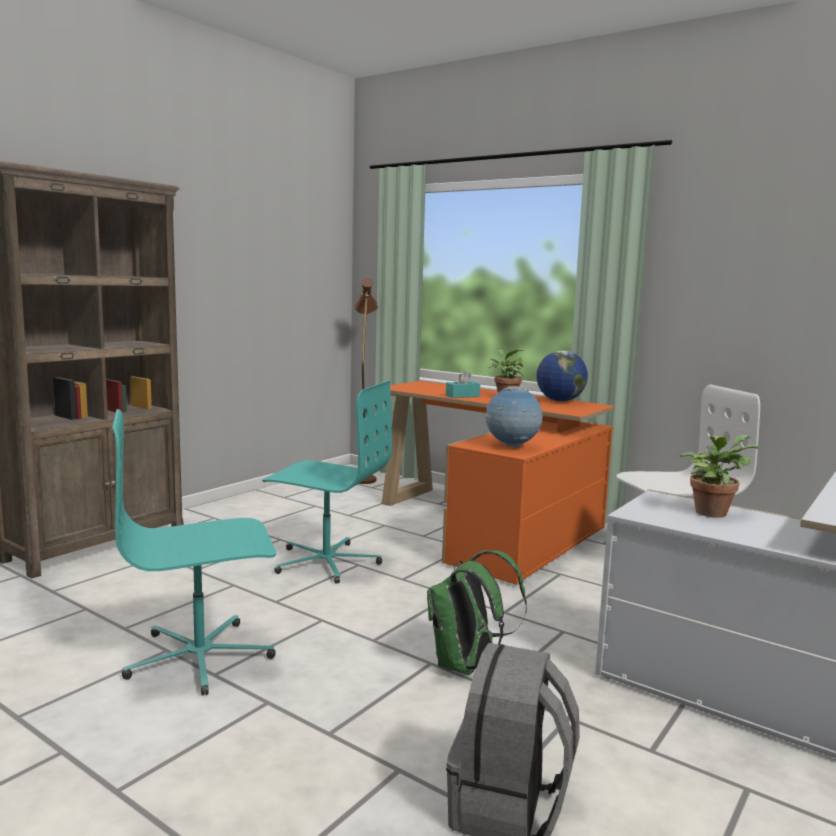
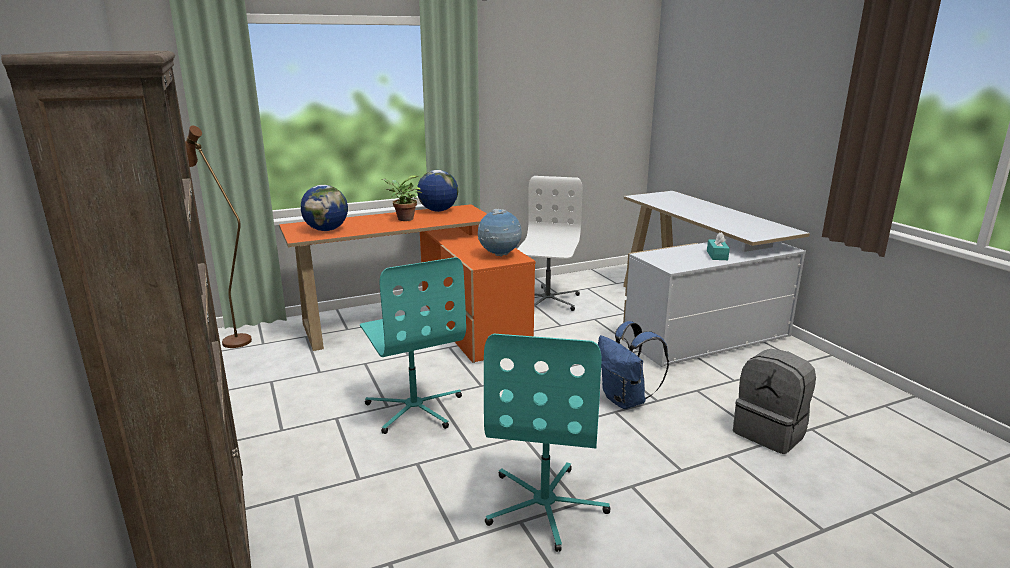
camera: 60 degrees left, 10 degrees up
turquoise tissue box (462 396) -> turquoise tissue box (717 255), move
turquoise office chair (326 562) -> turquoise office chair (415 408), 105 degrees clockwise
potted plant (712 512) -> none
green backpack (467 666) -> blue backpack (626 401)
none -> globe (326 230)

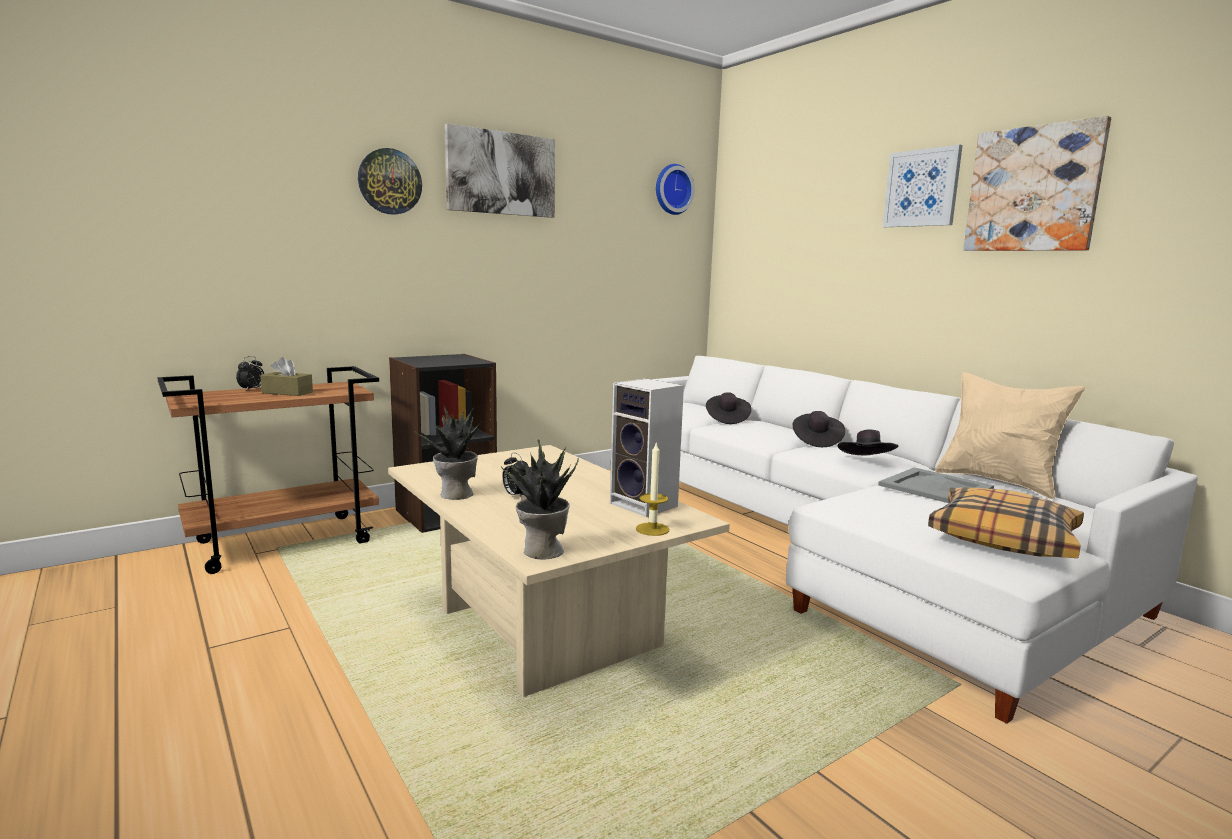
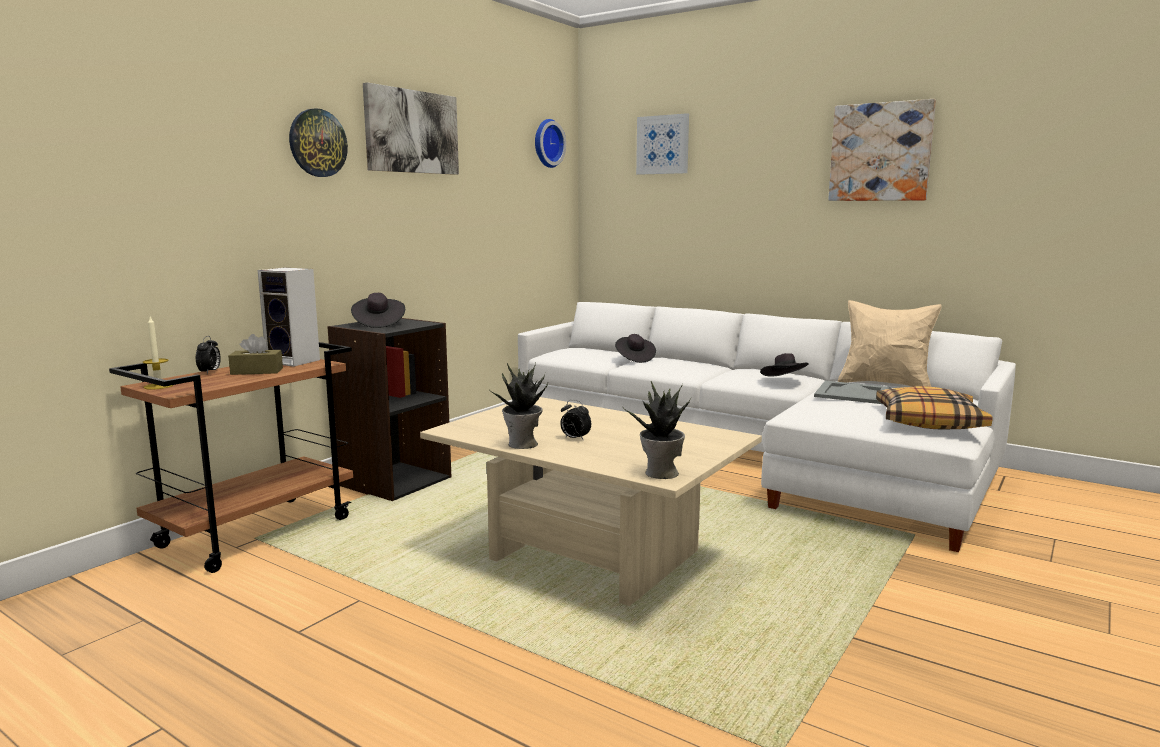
camera: 20 degrees left, 0 degrees up
picture (922 188) -> picture (663 145), move
speaker (646 505) -> speaker (295 361), move
black hat (816 441) -> black hat (378 324), move
candle (652 529) -> candle (158 386), move

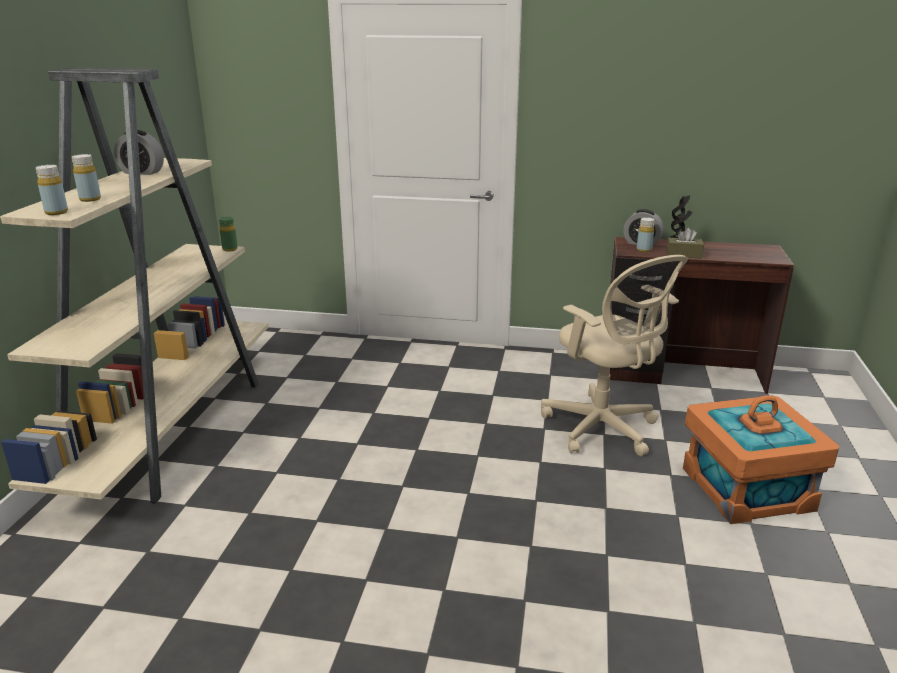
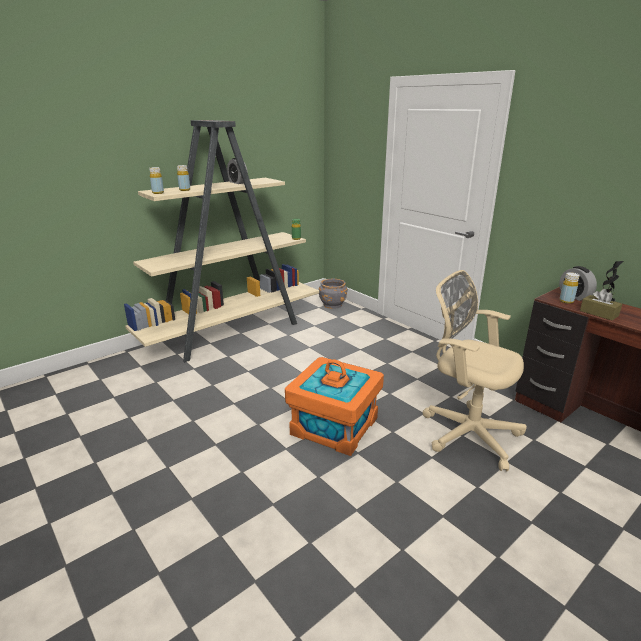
camera: 40 degrees right, 0 degrees up
beige office chair (603 429) -> beige office chair (466 432), 120 degrees clockwise
orange storage box (747 489) -> orange storage box (334 426), move
none -> grey planter (333 305)

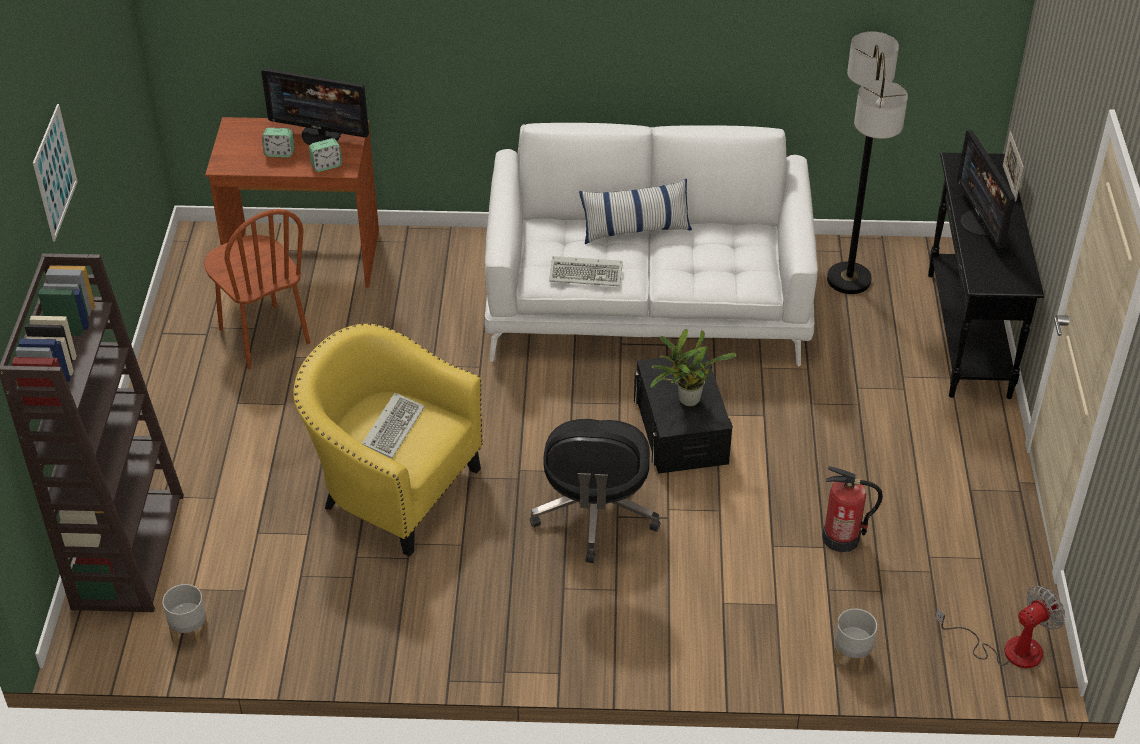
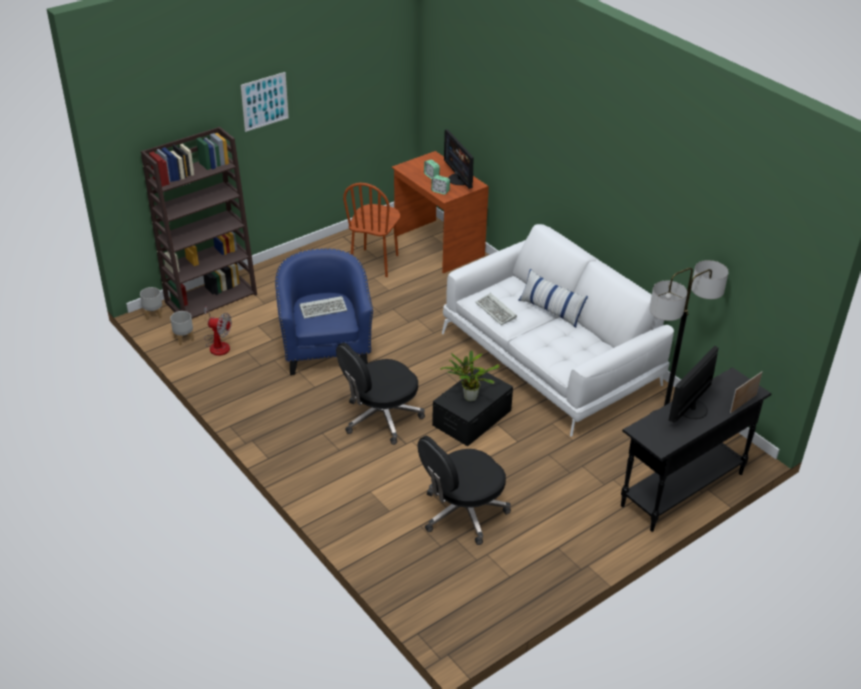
camera: 50 degrees right, 5 degrees down
yellow armchair (392 489) -> blue armchair (325 348)
fire extinguisher (842 538) -> black office chair (462 513)
fan (1008 649) -> fan (218 344), move
grey planter (850 657) -> grey planter (153 314), move

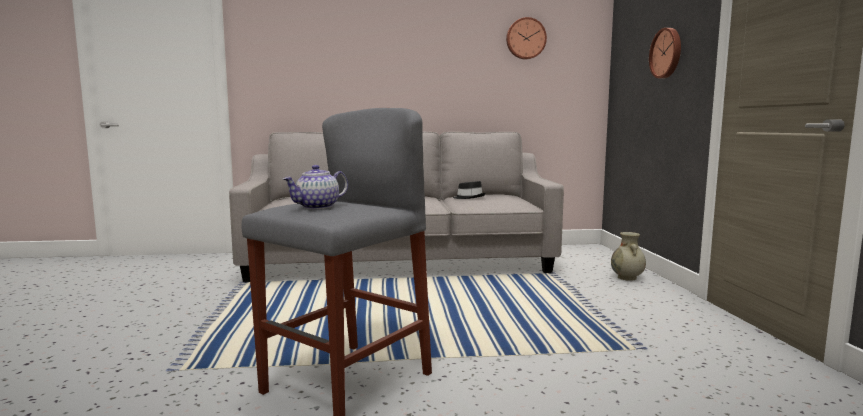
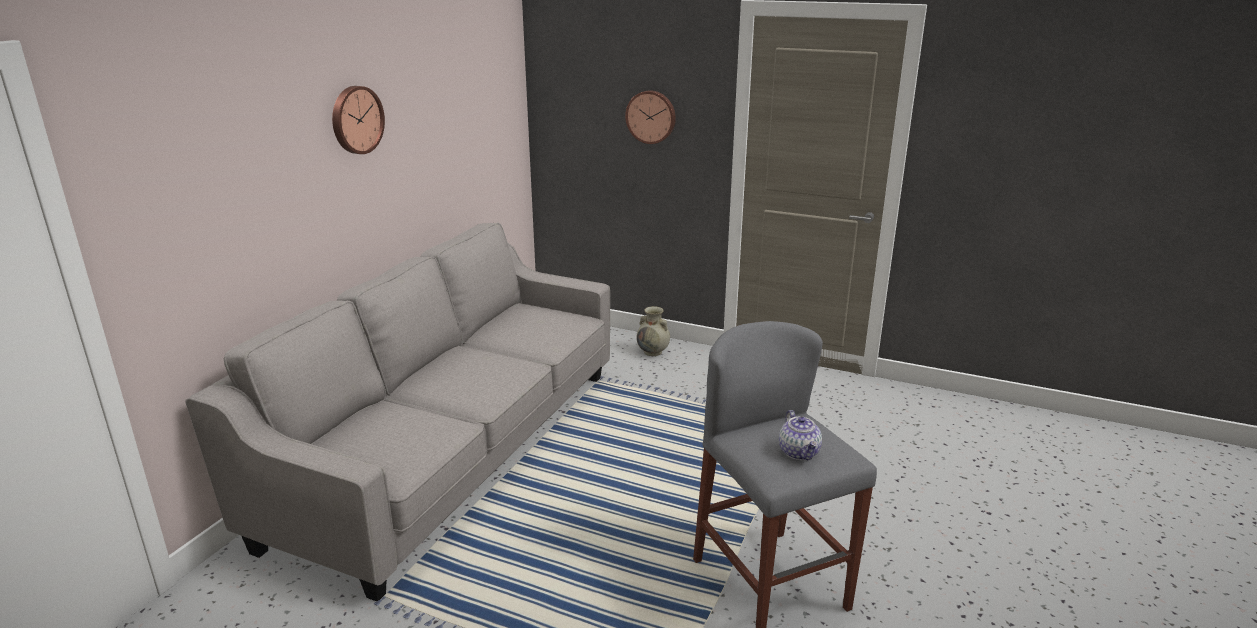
camera: 60 degrees left, 15 degrees up
wall clock (525 38) -> wall clock (356 120), move
black hat (469 197) -> none

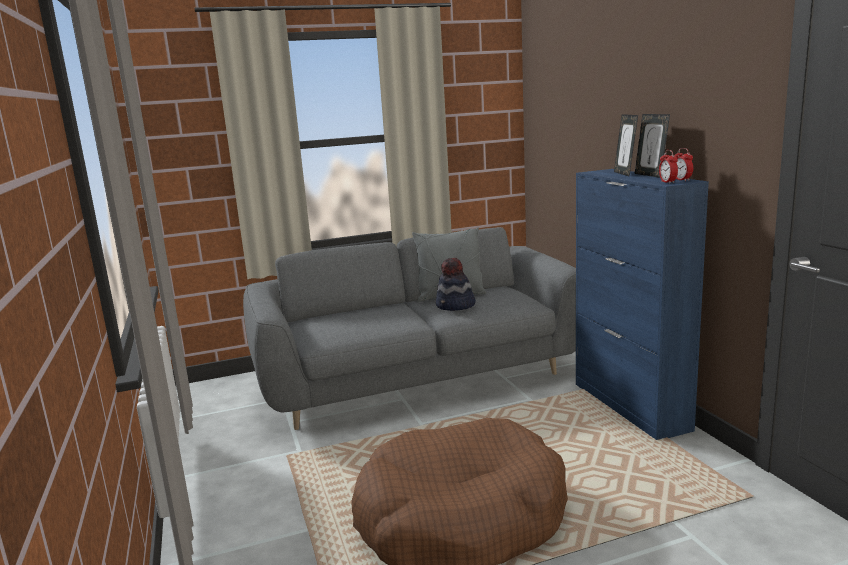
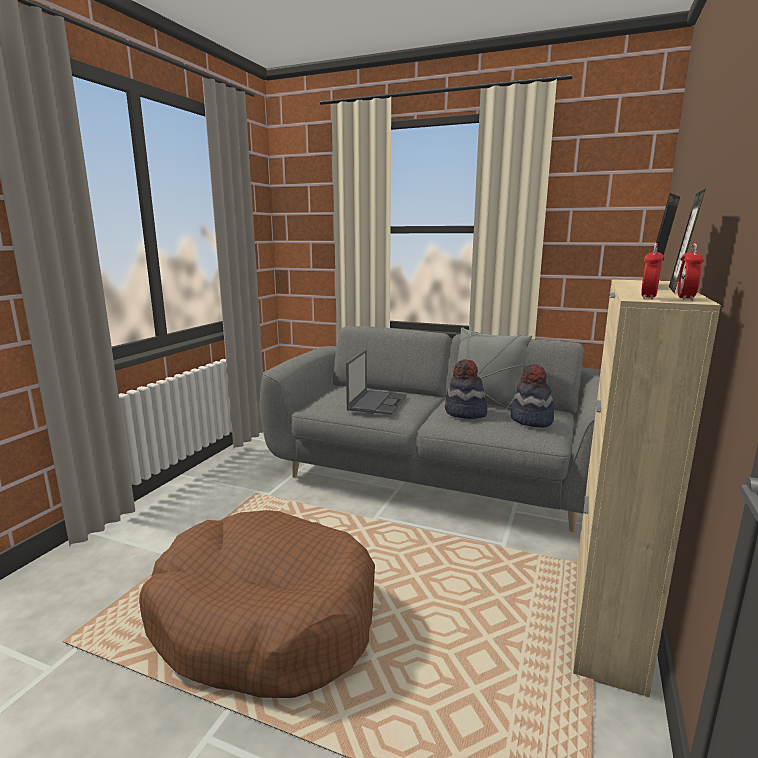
camera: 40 degrees right, 0 degrees up
blue cabinet (630 406) -> beige cabinet (606 613)
none -> laptop (377 402)
none -> hat (531 420)

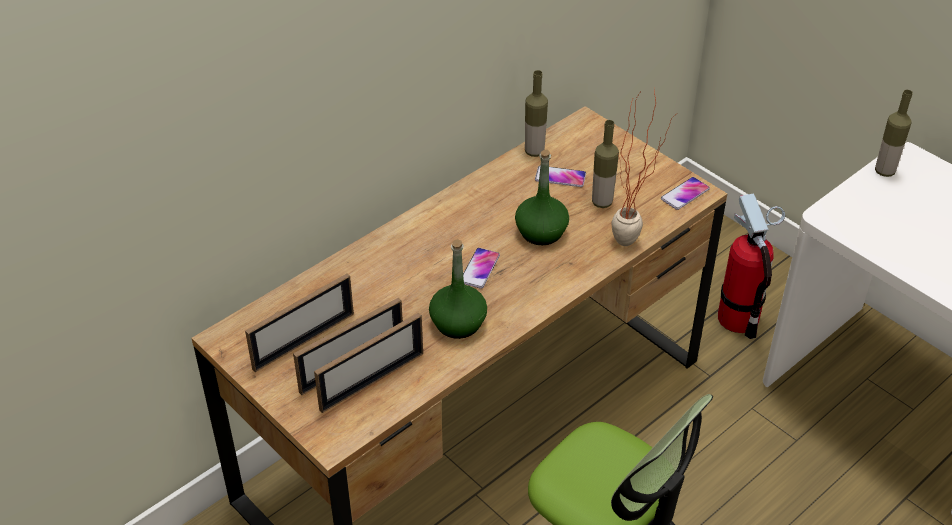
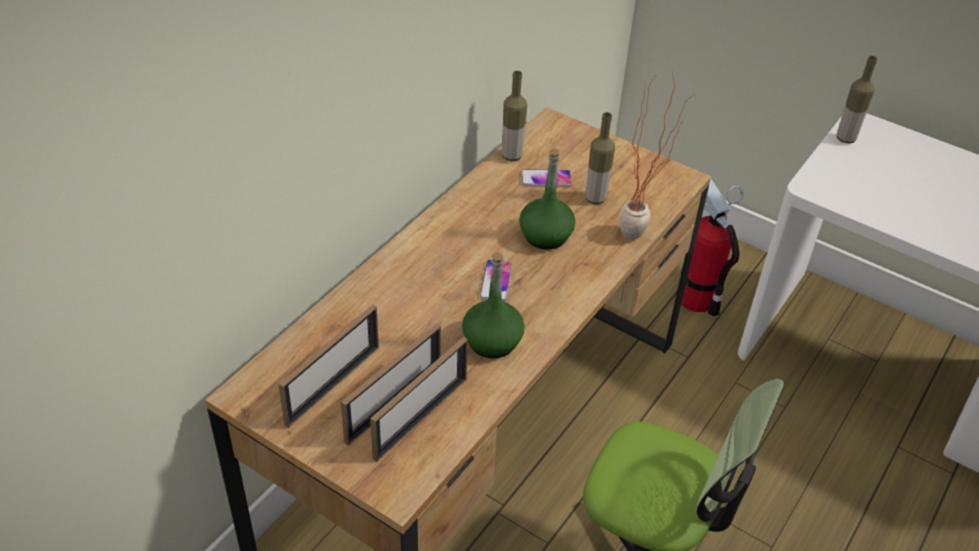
camera: 15 degrees left, 0 degrees up
phone (685 194) -> none

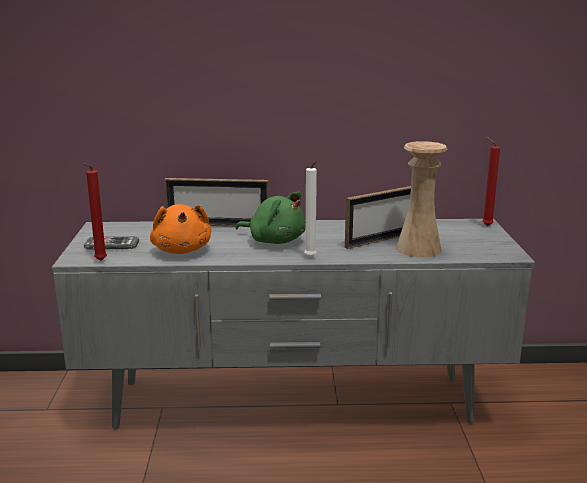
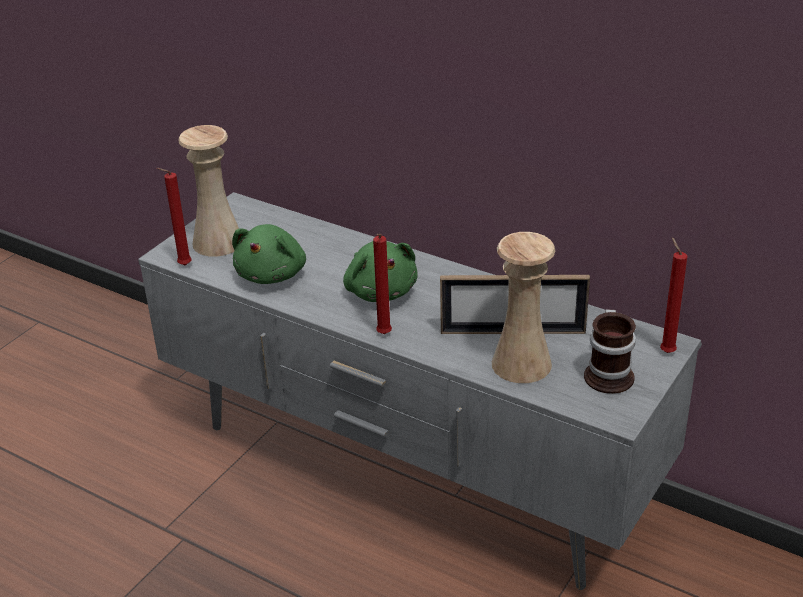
camera: 35 degrees right, 15 degrees up
white candle (311 258) -> red candle (383 335)
picture frame (218 225) -> none
orange plush toy (182 250) -> green plush toy (273 274)
phone (112 245) -> beige vase (218 242)
none -> mug (611 374)

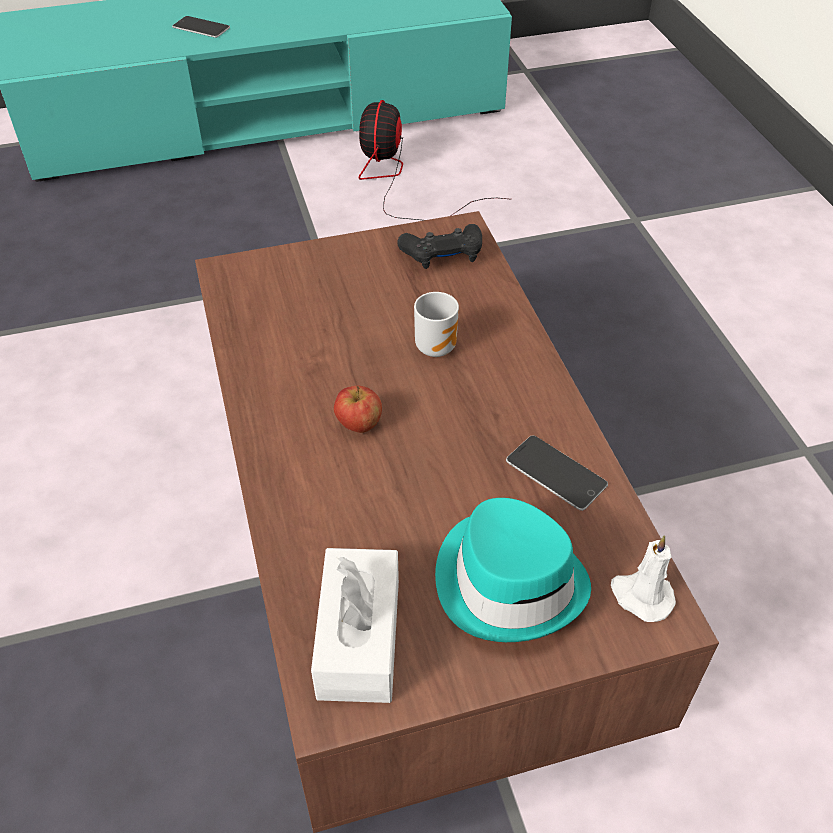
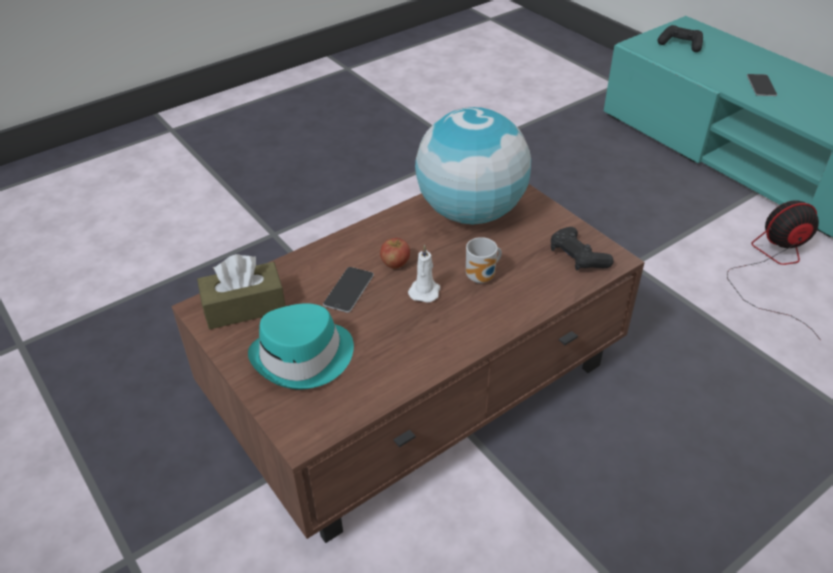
camera: 70 degrees right, 5 degrees down
phone (556 472) -> phone (349 289), move
white candle (640 596) -> white candle (425 291), move
white tissue box (359 638) -> brown tissue box (244 307)
none -> black game controller (680 44)
none -> globe (471 212)

